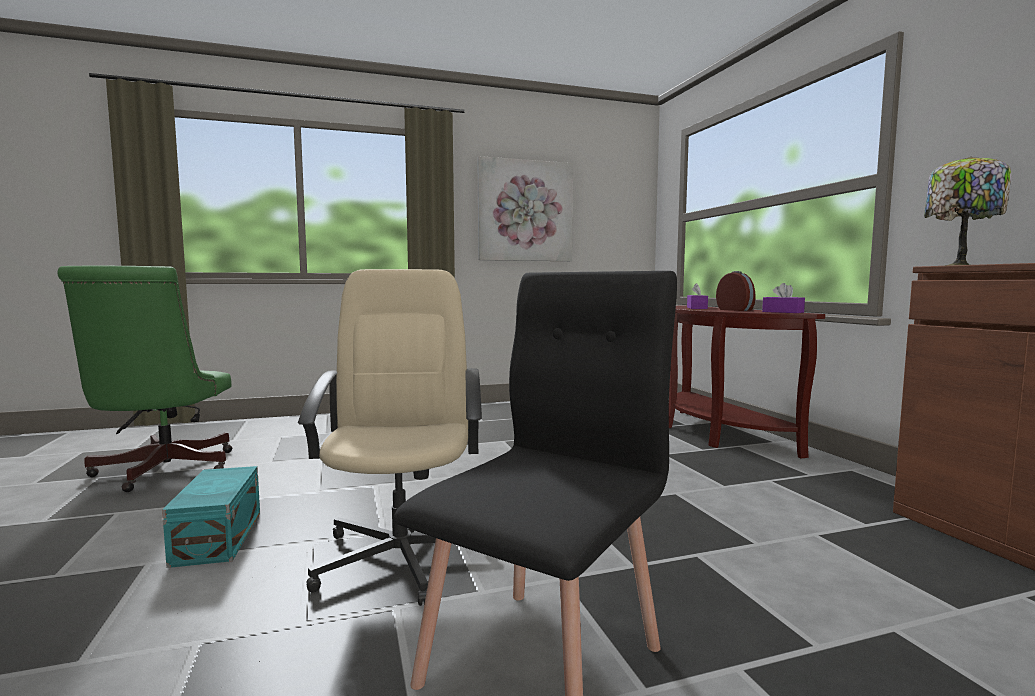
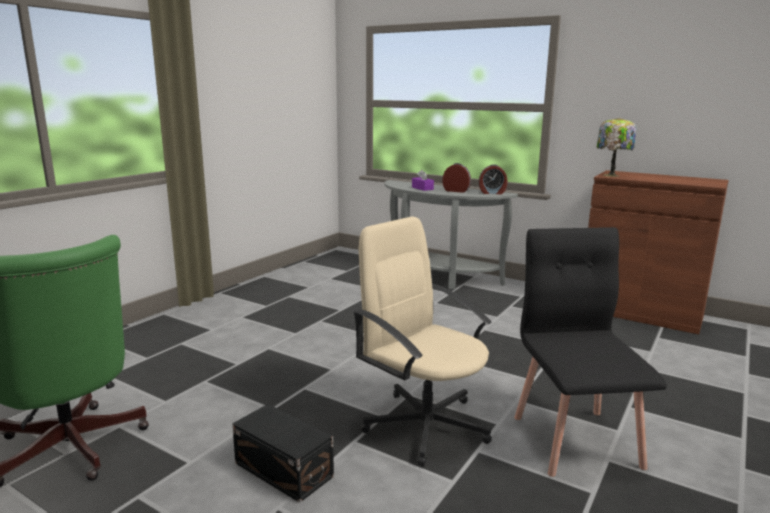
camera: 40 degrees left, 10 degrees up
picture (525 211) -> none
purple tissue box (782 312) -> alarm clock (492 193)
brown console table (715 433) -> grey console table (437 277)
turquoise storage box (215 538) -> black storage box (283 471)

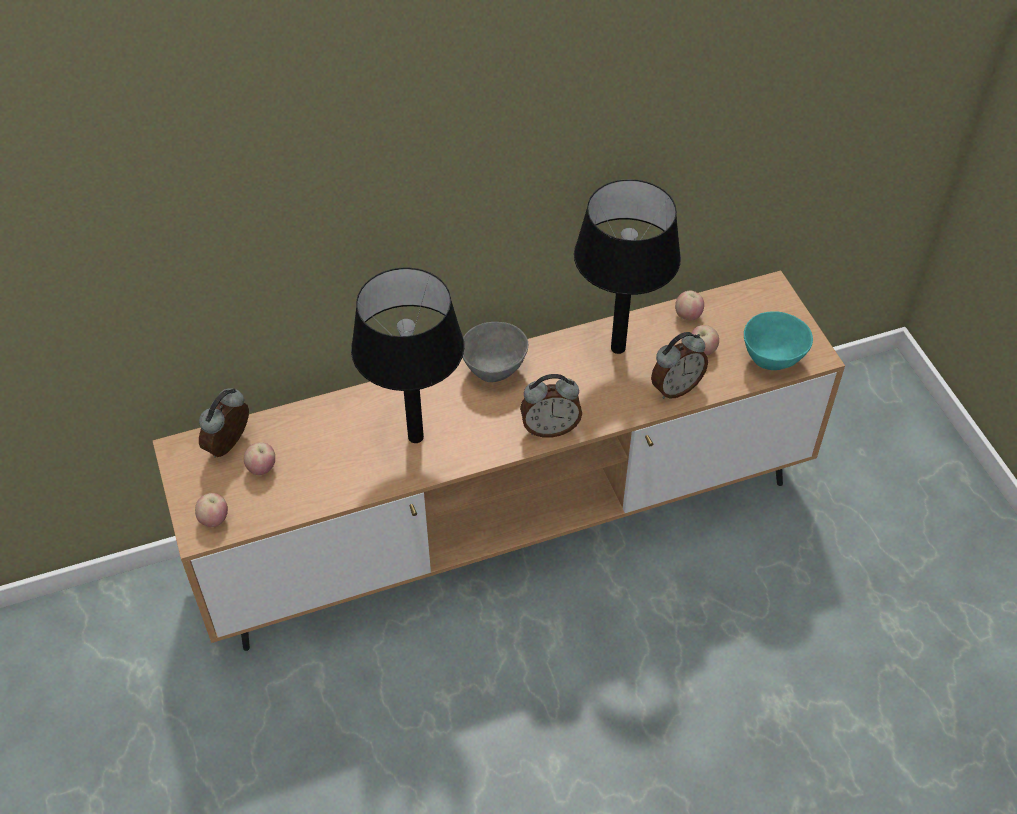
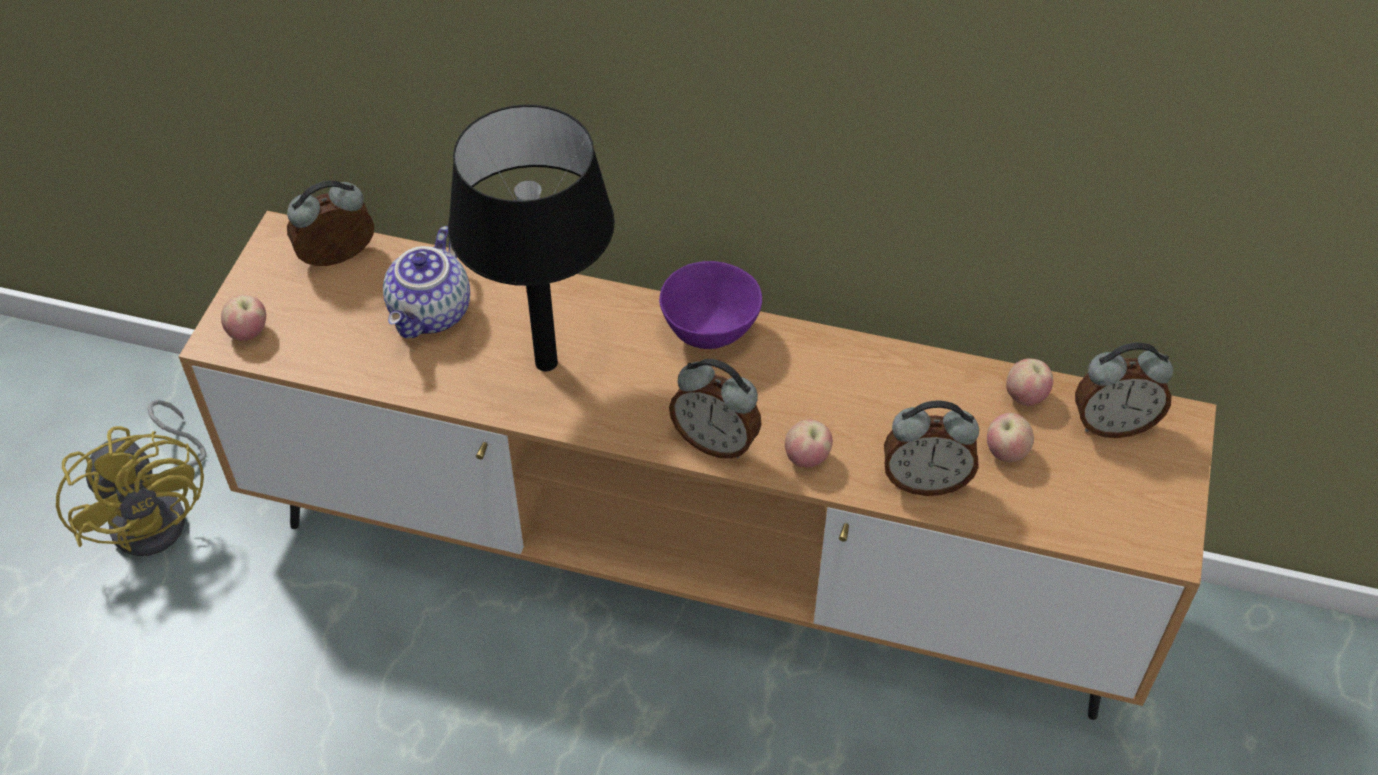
camera: 35 degrees right, 0 degrees up
black table lamp (618 348) -> none
turquoise bowl (772 359) -> none
grey bowl (494 370) -> purple bowl (710 333)
apple (262 468) -> apple (806 458), move
none -> teapot (432 314)
none -> alarm clock (1112 424)
none -> yellow fan (159 512)

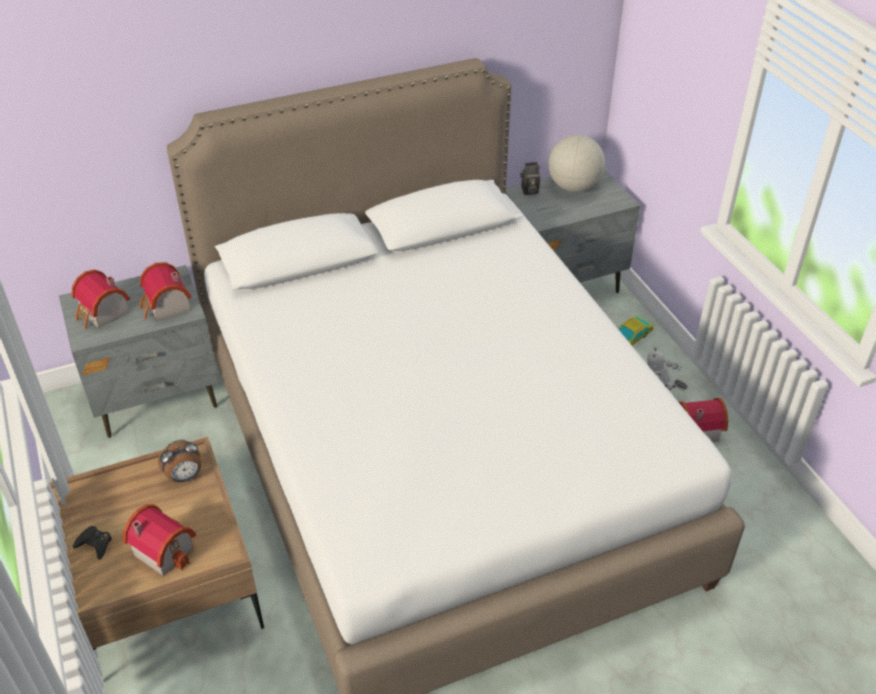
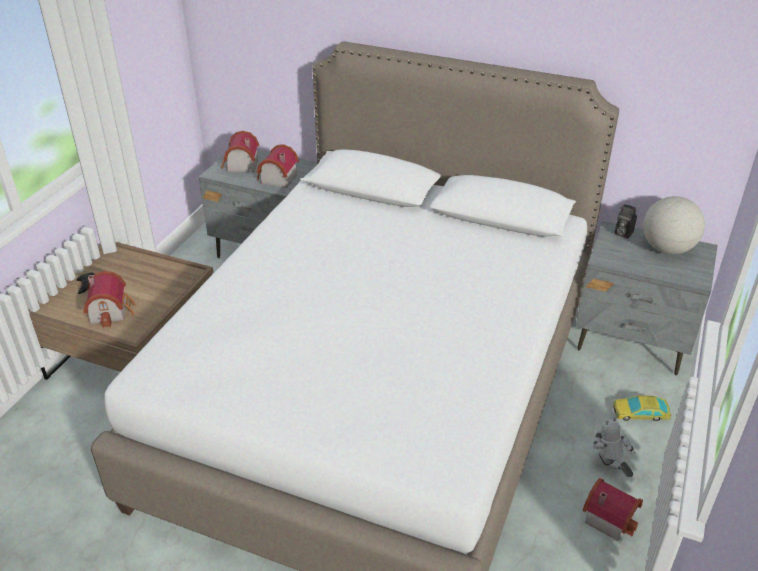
camera: 45 degrees right, 5 degrees down
alarm clock (185 477) -> none

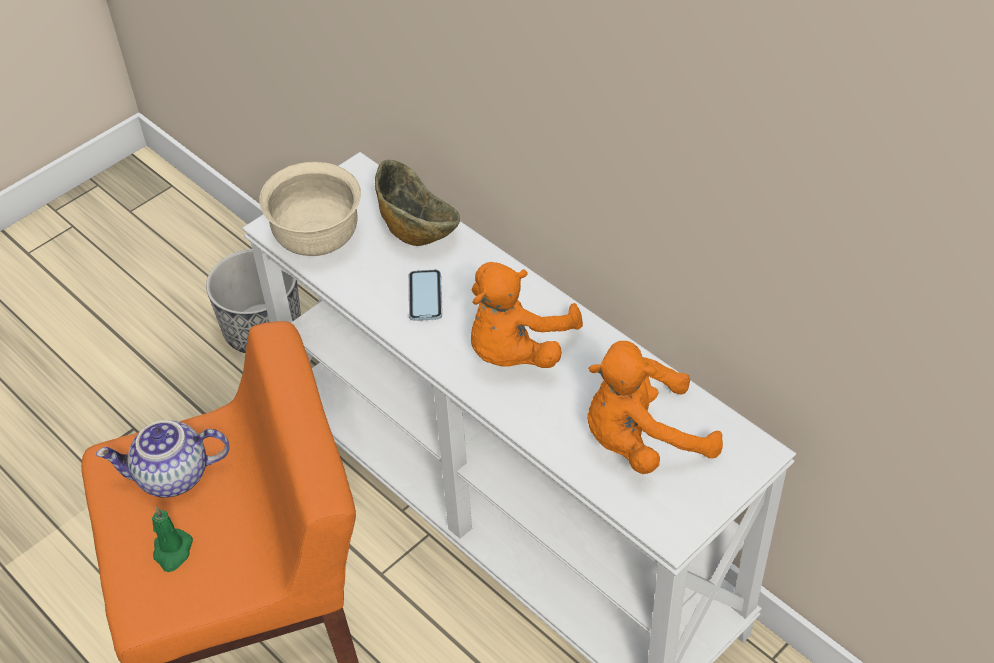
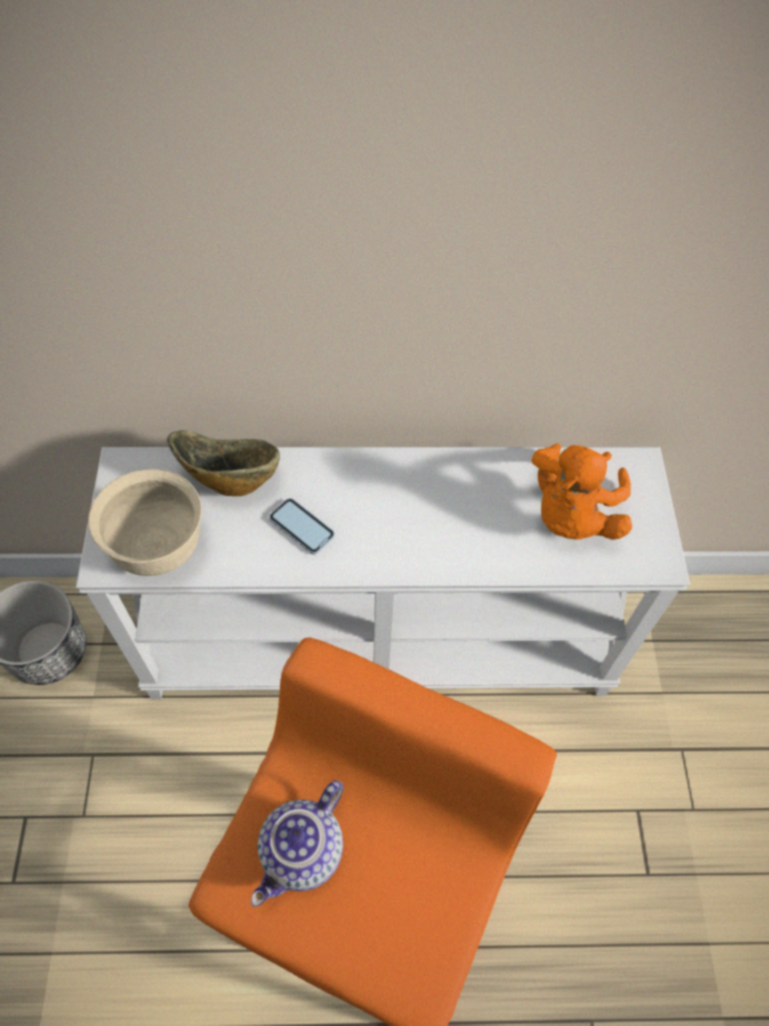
camera: 50 degrees left, 10 degrees up
orange plush toy (516 349) -> none
green candle (172 552) -> none

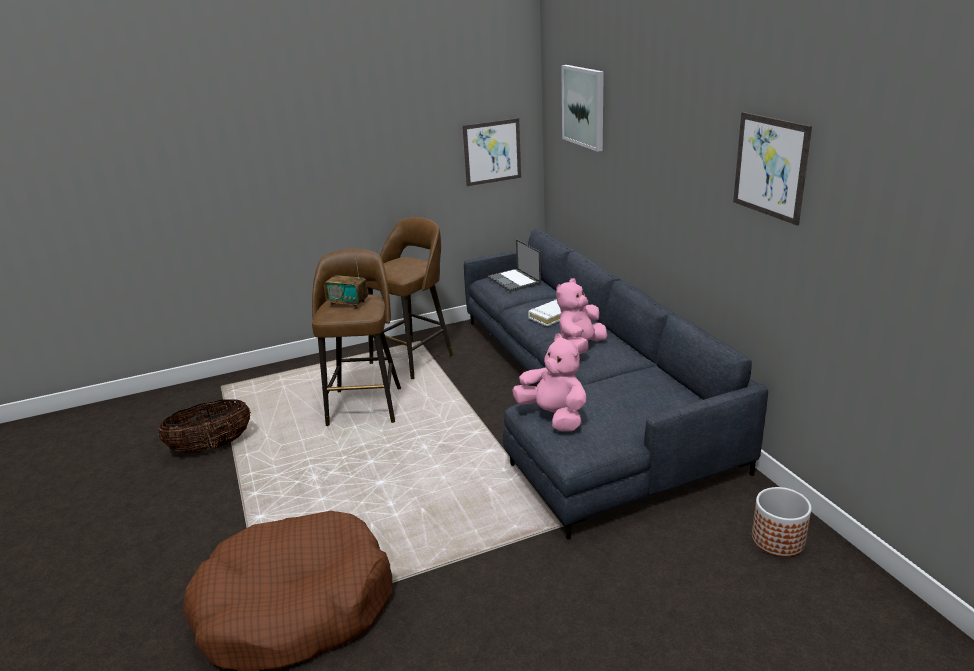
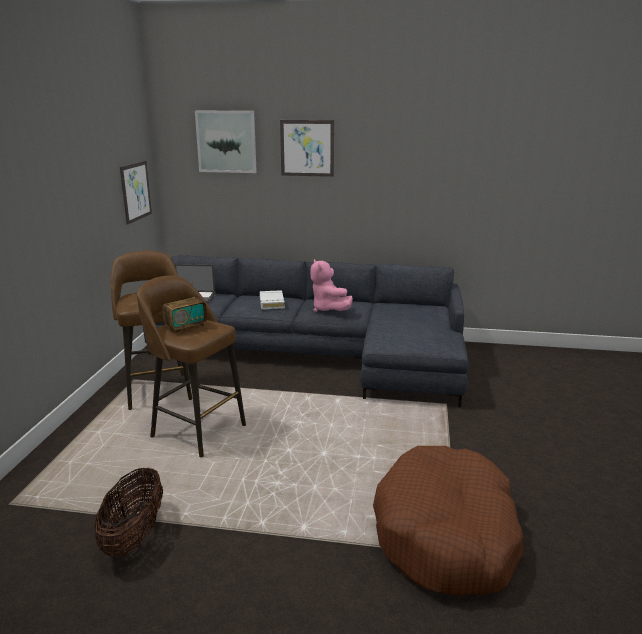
camera: 60 degrees left, 5 degrees down
picture (770 167) -> picture (307 148), move
pink plush toy (554 416) -> none
planter (778 540) -> none

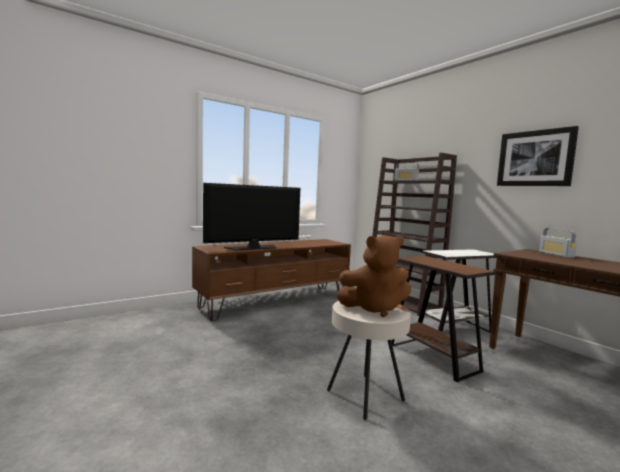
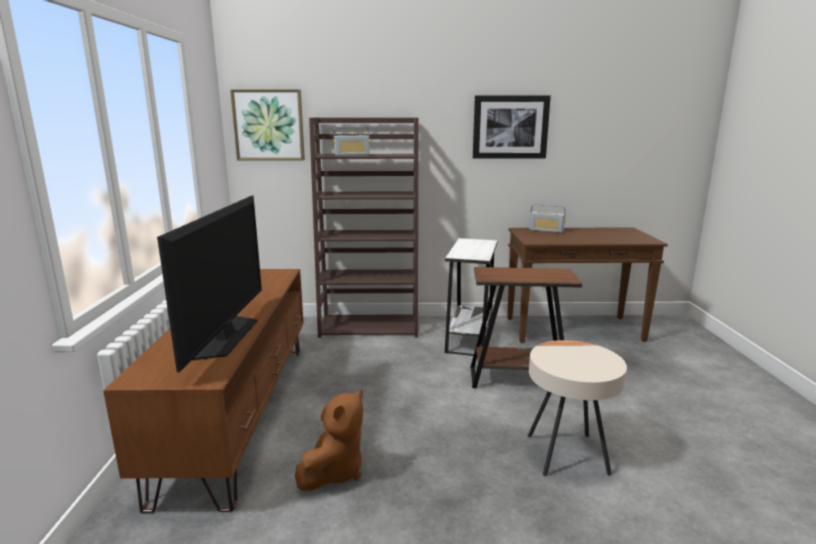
camera: 55 degrees left, 10 degrees up
brown plush toy (374 308) -> brown plush toy (334 472), move
none -> picture (269 125)

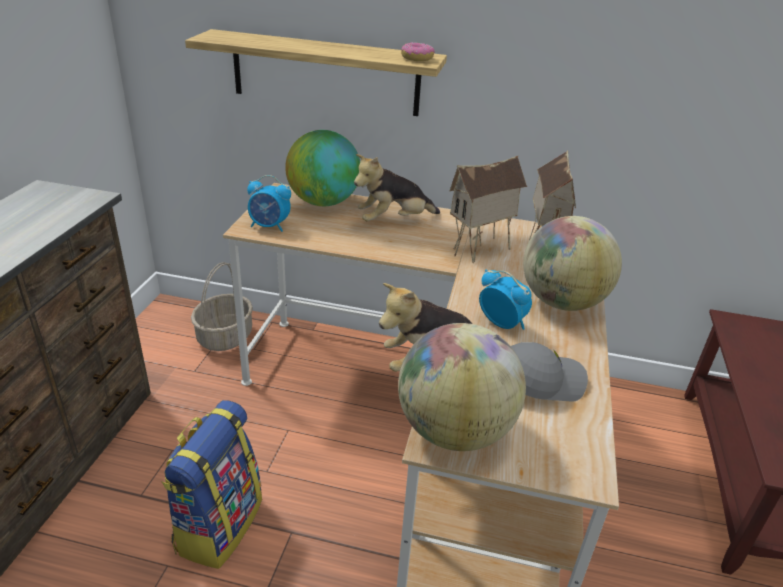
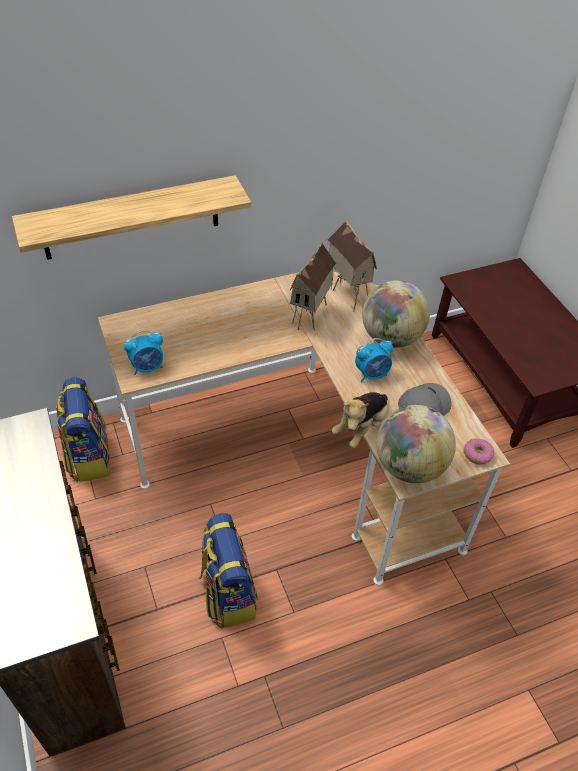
camera: 35 degrees left, 15 degrees up
donut (417 58) -> donut (477 454), move
globe (323 202) -> none
plush toy (393 221) -> none
basket (225 336) -> backpack (88 456)
alarm clock (501 323) -> alarm clock (372 374), 150 degrees clockwise

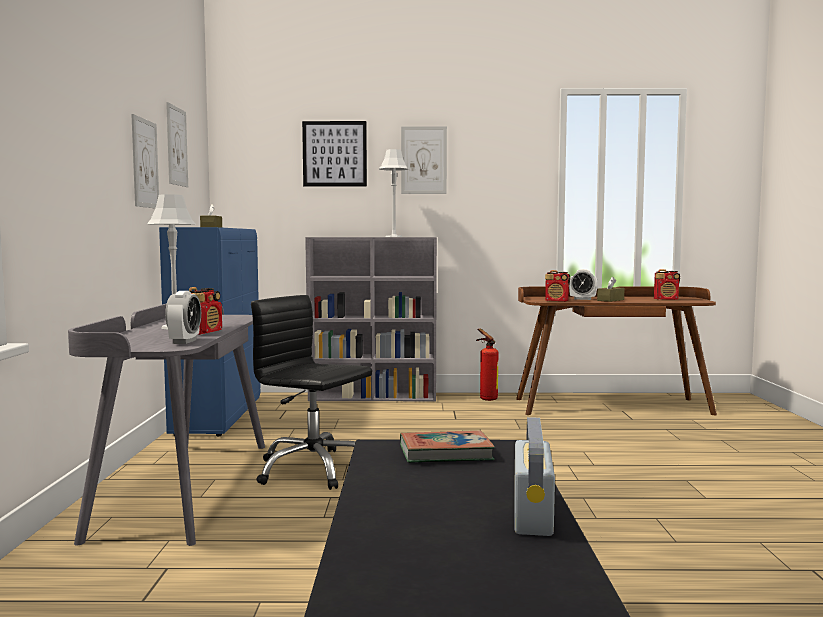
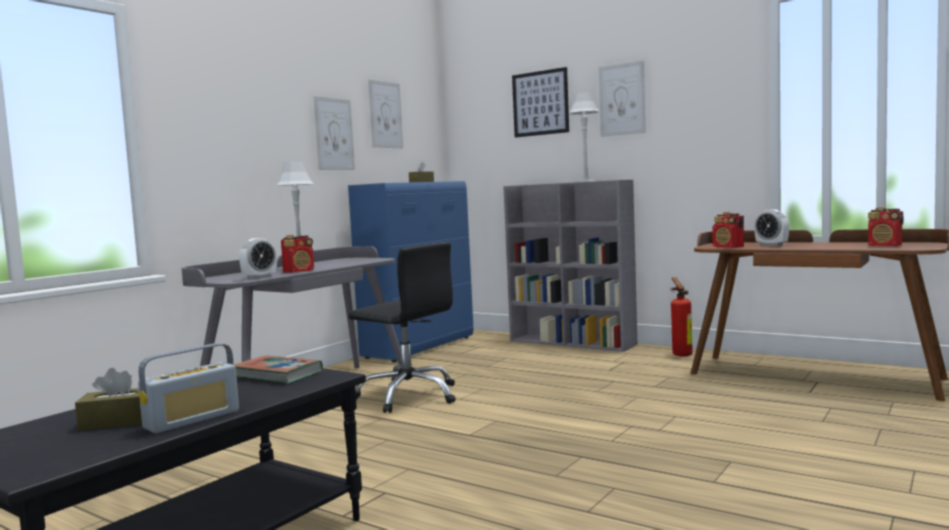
camera: 35 degrees right, 0 degrees up
brown tissue box (610 300) -> brown tissue box (118 421), move
black office chair (313 469) -> black office chair (408 396), 150 degrees clockwise

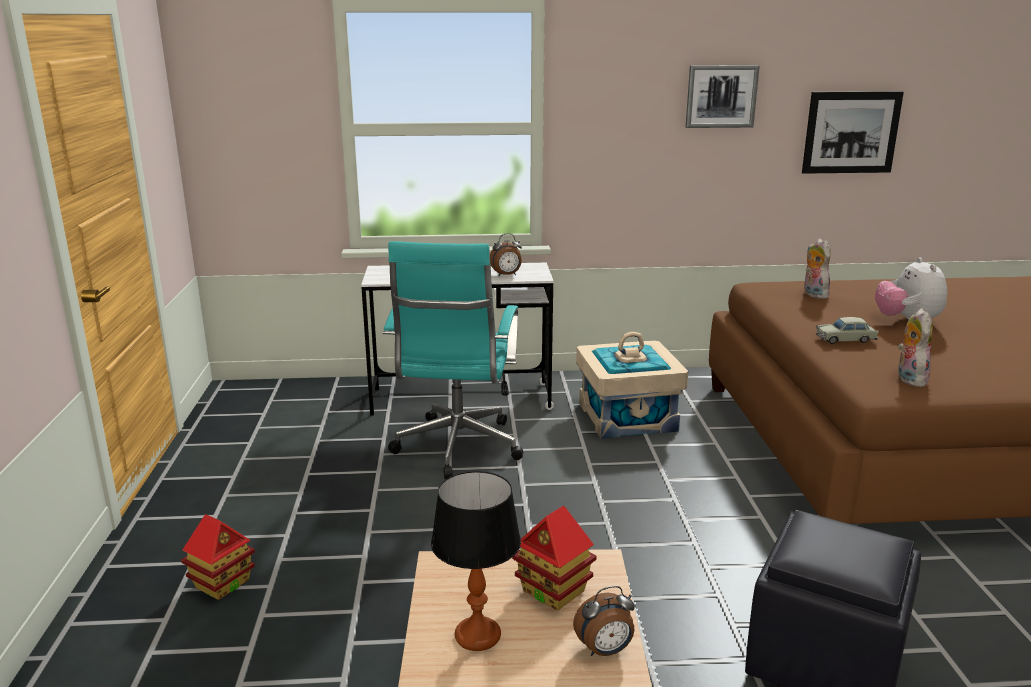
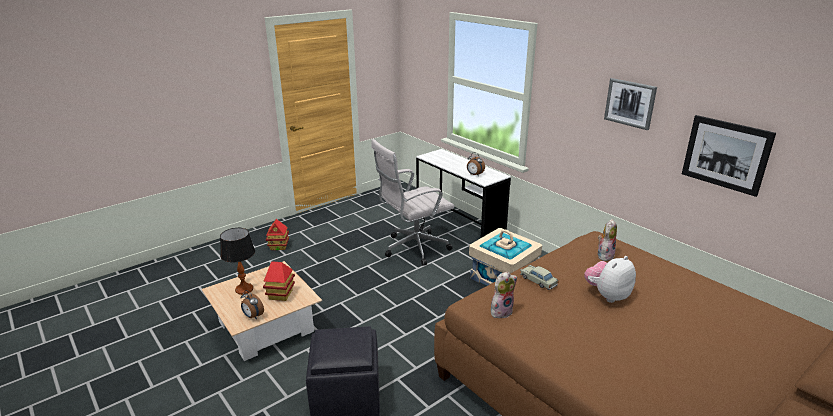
camera: 55 degrees right, 5 degrees up
turquoise office chair (457 449) -> white office chair (413 249)

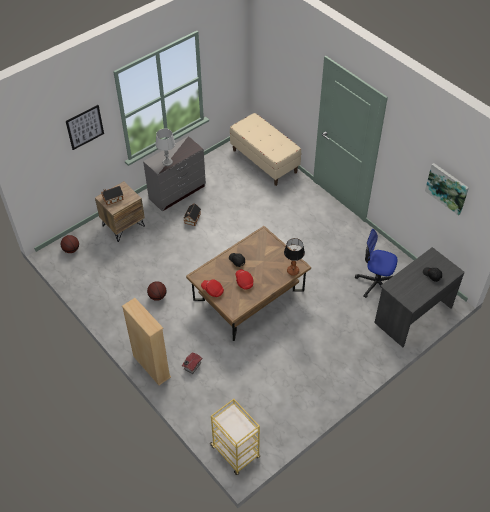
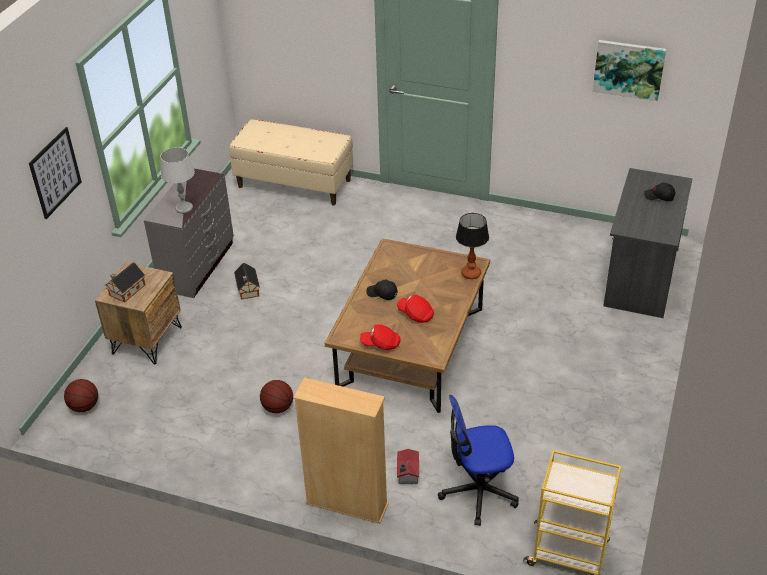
camera: 30 degrees left, 10 degrees down
office chair (375 283) -> office chair (478 492), move

